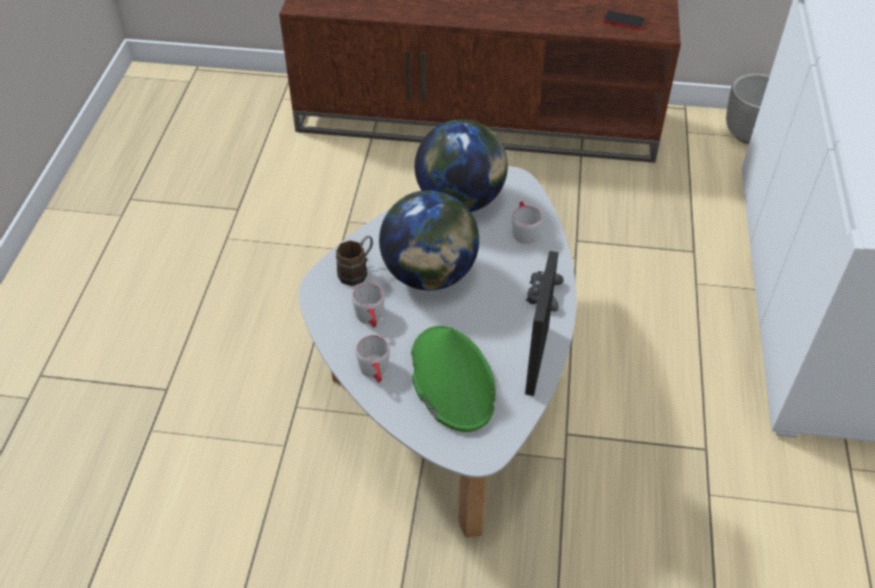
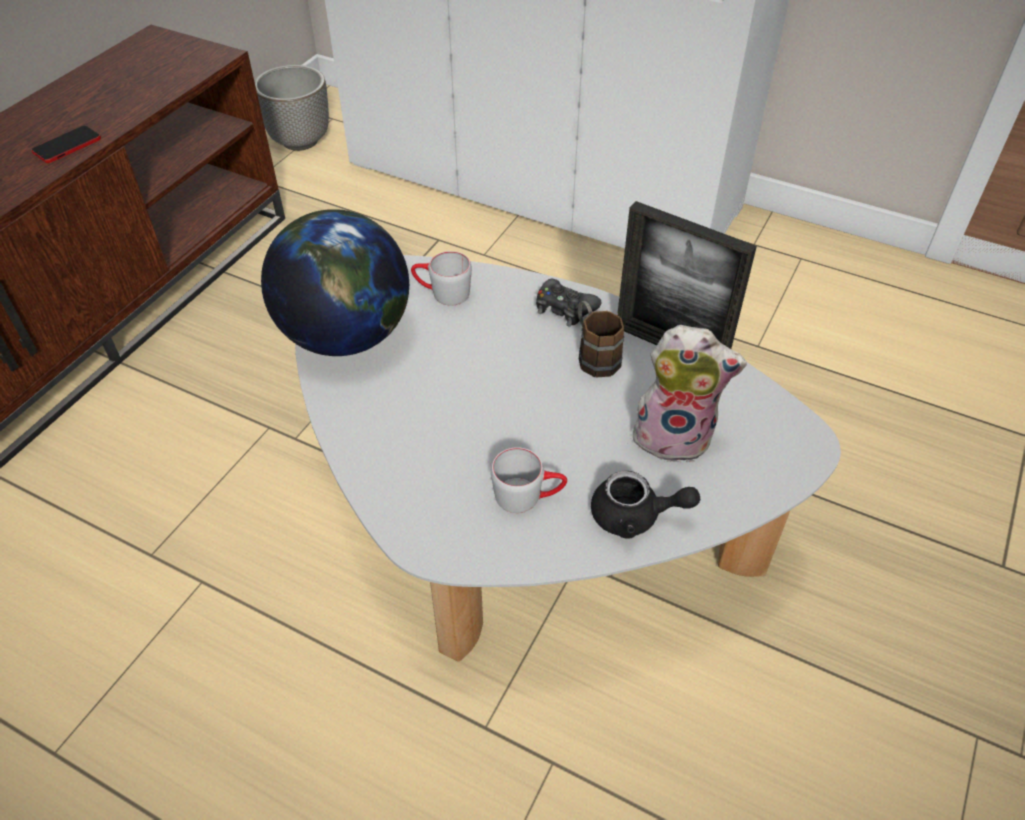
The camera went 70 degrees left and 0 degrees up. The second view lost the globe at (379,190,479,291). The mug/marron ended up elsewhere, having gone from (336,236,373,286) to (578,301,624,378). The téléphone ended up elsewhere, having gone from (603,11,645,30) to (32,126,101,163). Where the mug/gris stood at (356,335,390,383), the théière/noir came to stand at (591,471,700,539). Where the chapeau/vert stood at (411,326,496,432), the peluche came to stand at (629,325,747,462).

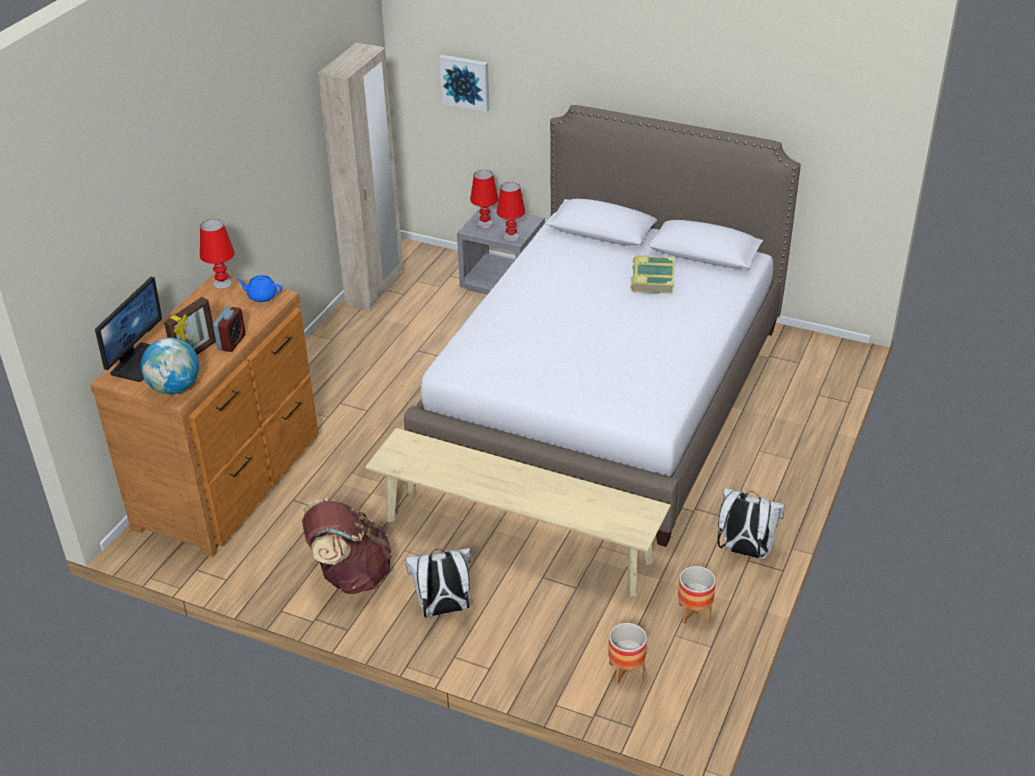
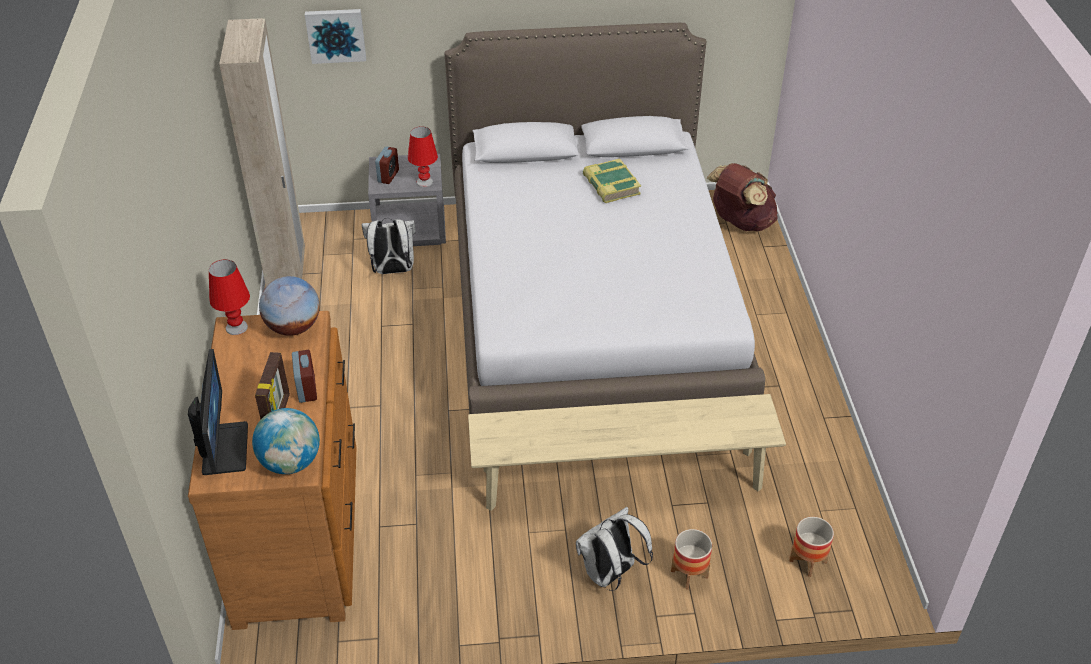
The camera went 30 degrees left and 5 degrees up. The sac à dos/marron ended up elsewhere, having gone from (302,498,393,594) to (707,163,778,231). The cache-pot ended up elsewhere, having gone from (678,566,716,624) to (671,529,712,590). The sac à dos/blanc ended up elsewhere, having gone from (717,488,785,559) to (362,218,416,274). Where the théière/bleu stood at (236,275,283,302), the globe came to stand at (259,276,320,336). Where the lampe de table/rouge stood at (470,170,499,228), the réveil came to stand at (375,146,399,184).

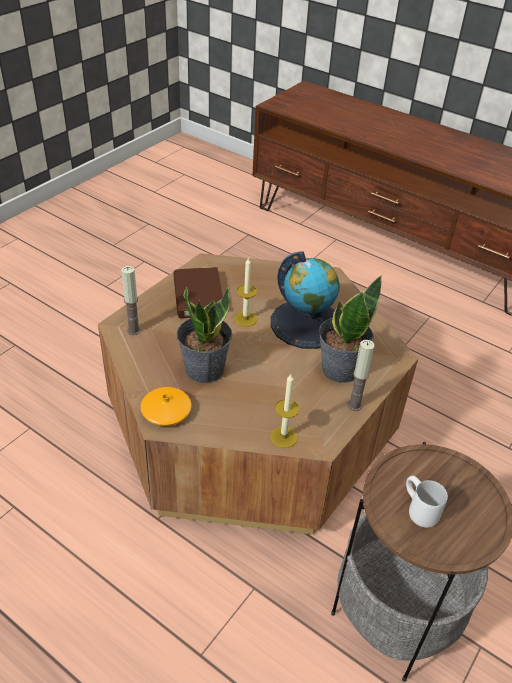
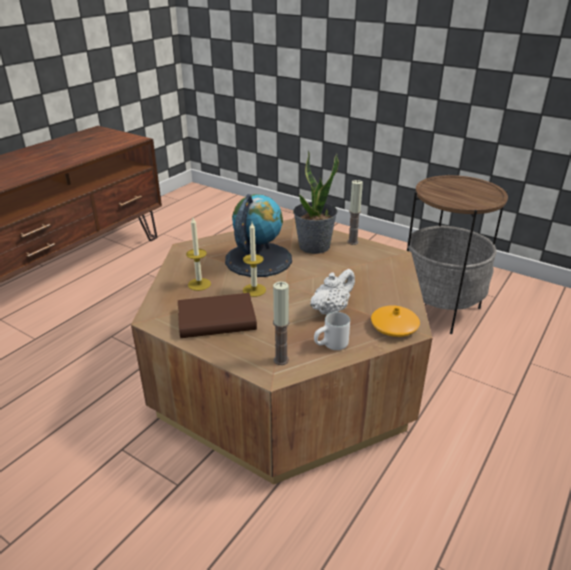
The camera went 90 degrees left and 10 degrees down. The bougie ended up elsewhere, having gone from (270,374,299,448) to (186,217,211,291). The mug/blanc ended up elsewhere, having gone from (406,476,448,528) to (314,312,350,350). Where the plante en pot stood at (177,287,232,383), the théière/blanc came to stand at (310,269,355,315).

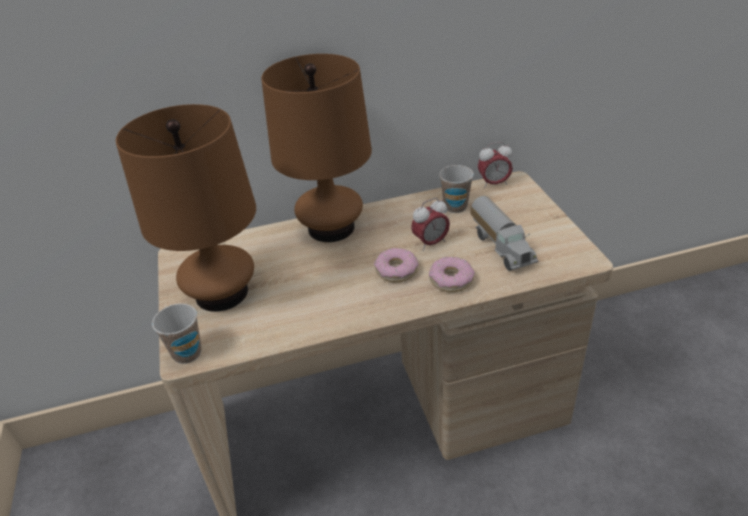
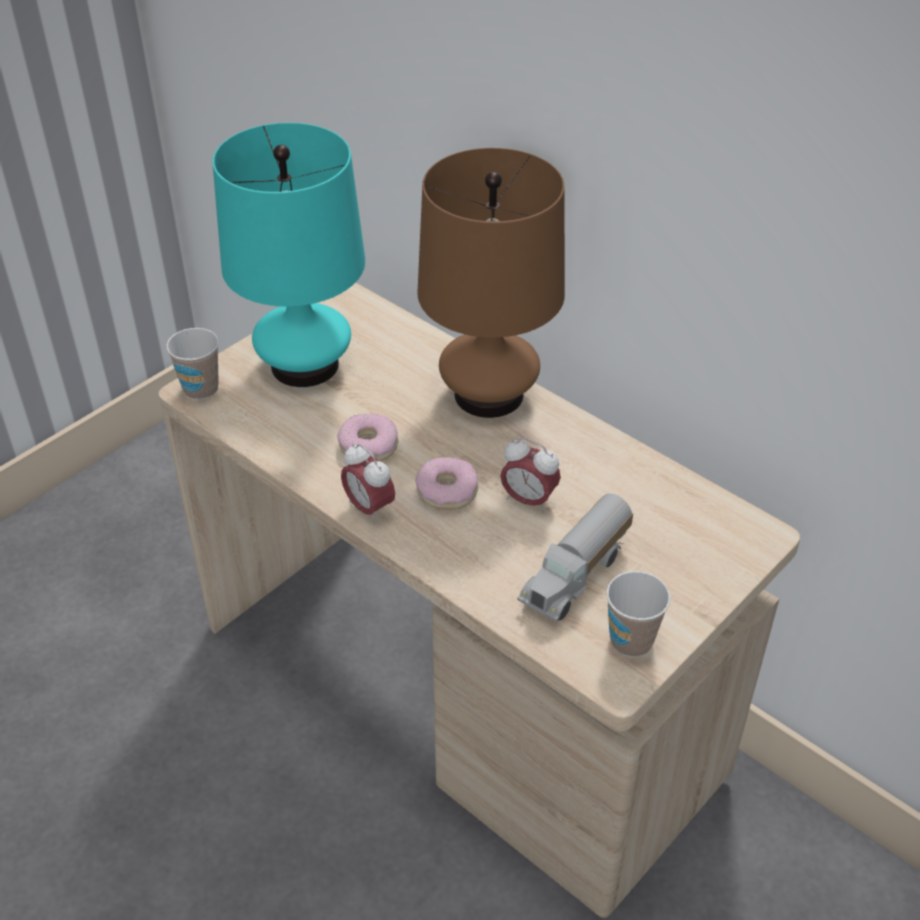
The camera went 55 degrees right and 5 degrees up. The beignet ended up elsewhere, having gone from (429,257,475,292) to (337,413,398,461). The tasse ended up elsewhere, having gone from (439,165,474,213) to (606,571,671,657). The réveil ended up elsewhere, having gone from (478,142,513,188) to (341,443,395,524). What was the lampe de table/marron at (116,104,256,312) turned into the lampe de table/turquoise at (212,123,365,387).

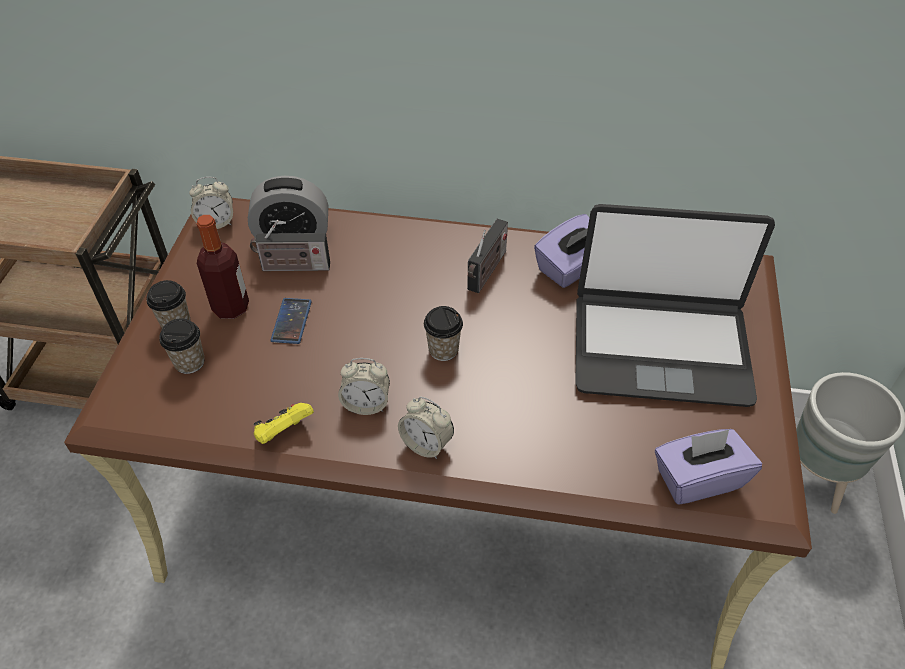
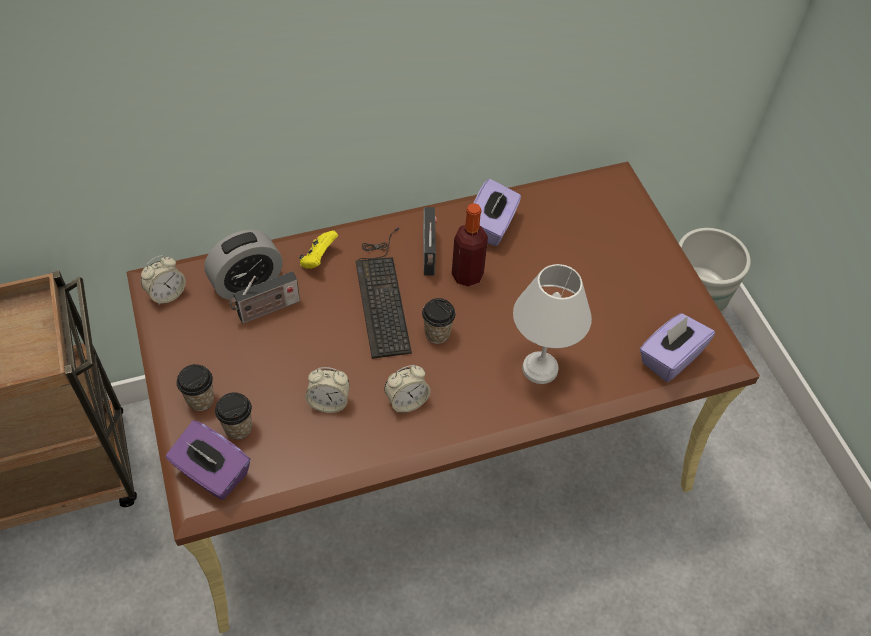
The camera went 30 degrees left and 5 degrees up. The second view lost the téléphone at (270,298,312,344). The second view lost the ordinateur portable at (575,204,775,407). The second view gained the boîte à mouchoirs/violet at (166,420,250,500). The second view gained the clavier at (356,228,412,359). The second view gained the lampe de table/blanc at (513,264,592,384). The bouteille ended up elsewhere, having gone from (196,215,249,319) to (452,203,488,287). The manette/jaune ended up elsewhere, having gone from (254,403,314,444) to (299,230,338,269). The réveil ended up elsewhere, having gone from (398,397,454,459) to (305,367,350,413).

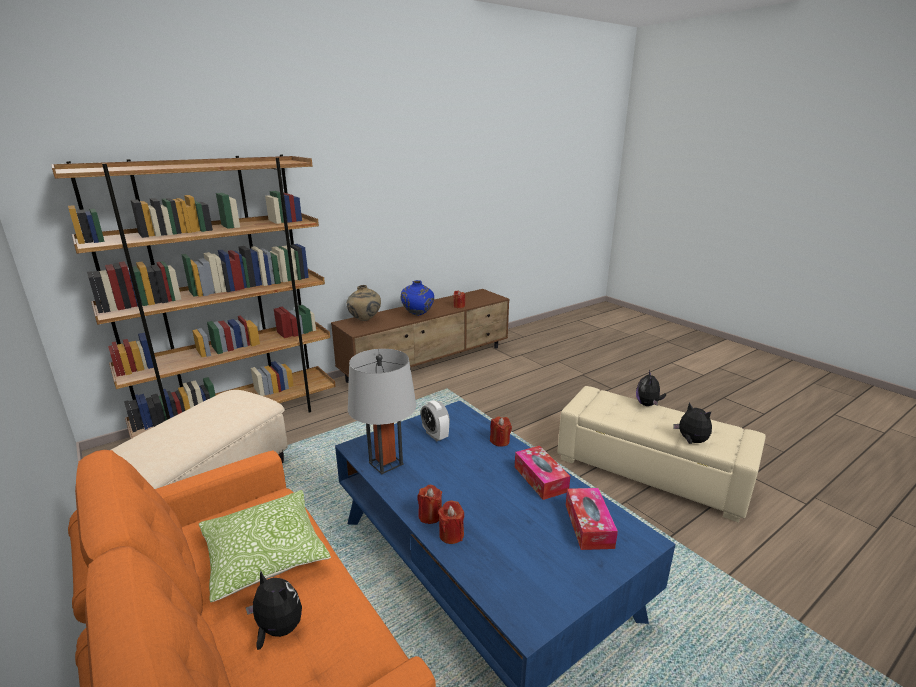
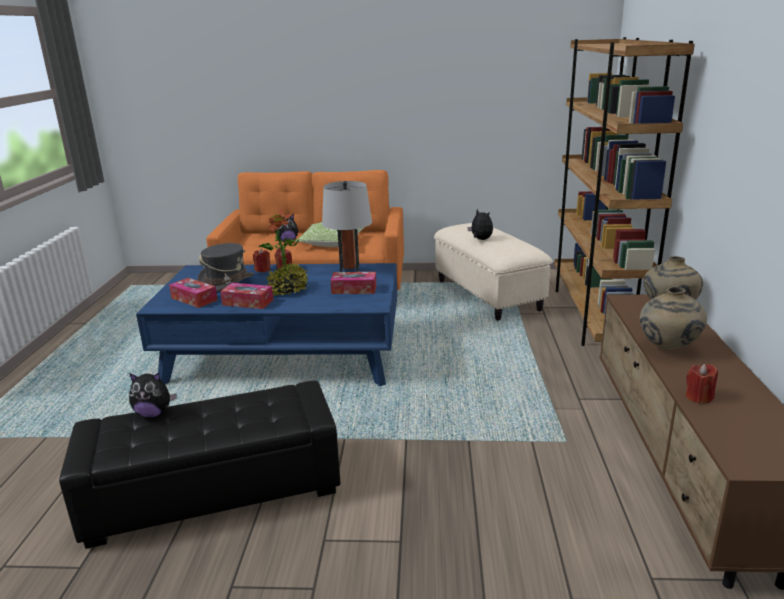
The camera went 130 degrees right and 0 degrees up. The second view lost the bougie/rouge at (490,416,512,447). The second view gained the chapeau/gris at (197,243,254,292). The second view gained the plante en pot at (259,209,309,296). The peluche ended up elsewhere, having gone from (636,370,666,406) to (468,209,493,240). Where the réveil stood at (421,400,450,441), the boîte à mouchoirs came to stand at (330,272,376,294). What was the vase/bleu at (401,280,434,316) turned into the vase/beige at (640,287,707,350). What was the pouf/beige at (557,386,766,523) turned into the pouf/noir at (59,381,340,549).

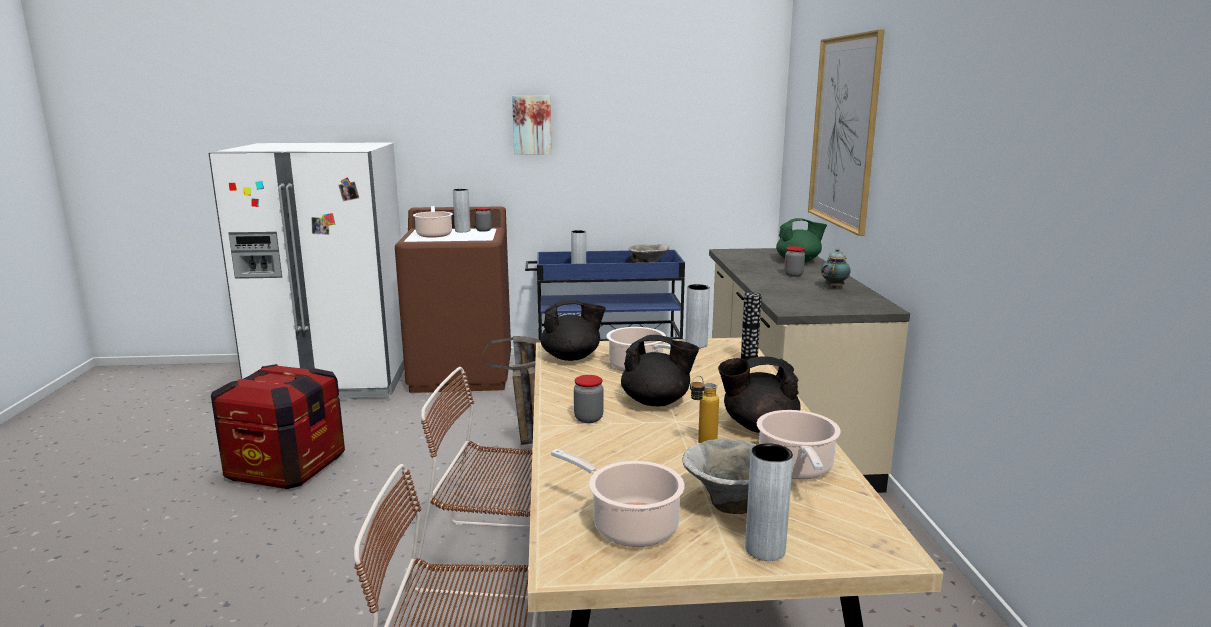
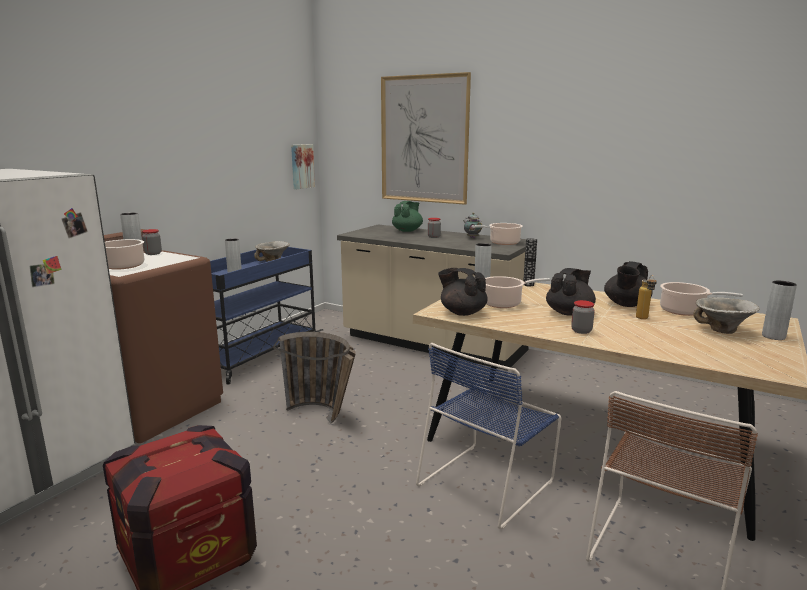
The camera went 55 degrees left and 0 degrees up. The tableau ended up elsewhere, having gone from (512,96,552,155) to (291,144,315,189). The marmite ended up elsewhere, having gone from (551,449,685,547) to (472,223,523,245). What was the chaise/marron at (412,367,532,600) turned into the chaise/bleu at (416,343,562,529). The théière/noir at (540,300,606,361) ended up facing another way, 75 degrees counterclockwise from before.

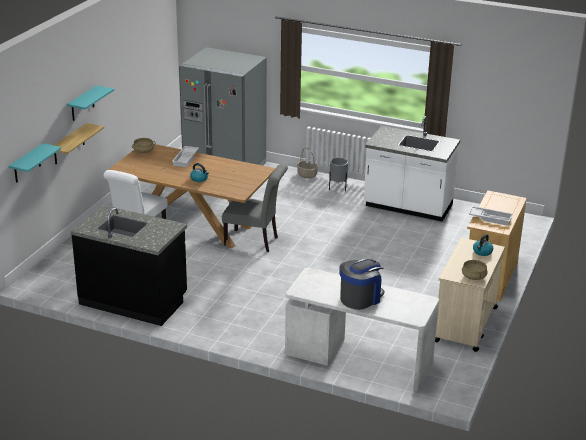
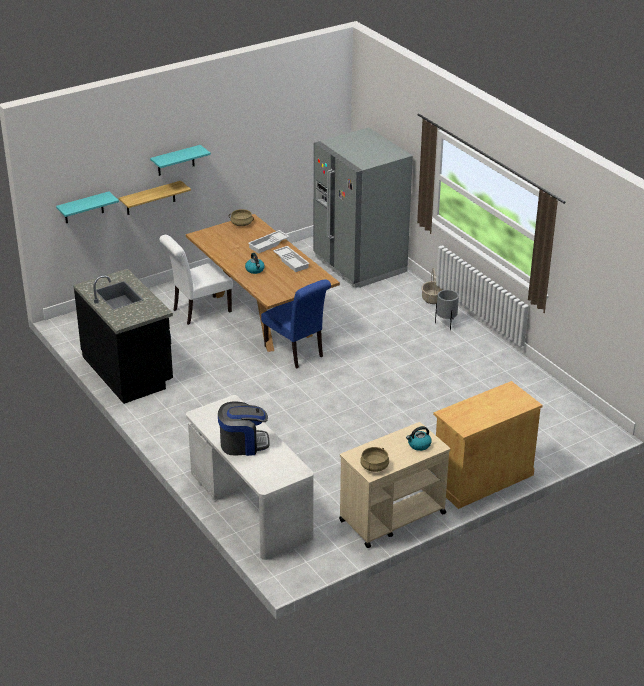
The camera went 35 degrees right and 5 degrees up. The second view lost the comptoir de cuisine/blanc at (364,116,460,222). The plateau/blanc ended up elsewhere, having gone from (468,206,513,226) to (273,246,310,272). What was the chaise/gris at (222,164,288,252) turned into the chaise/bleu at (261,279,331,368).

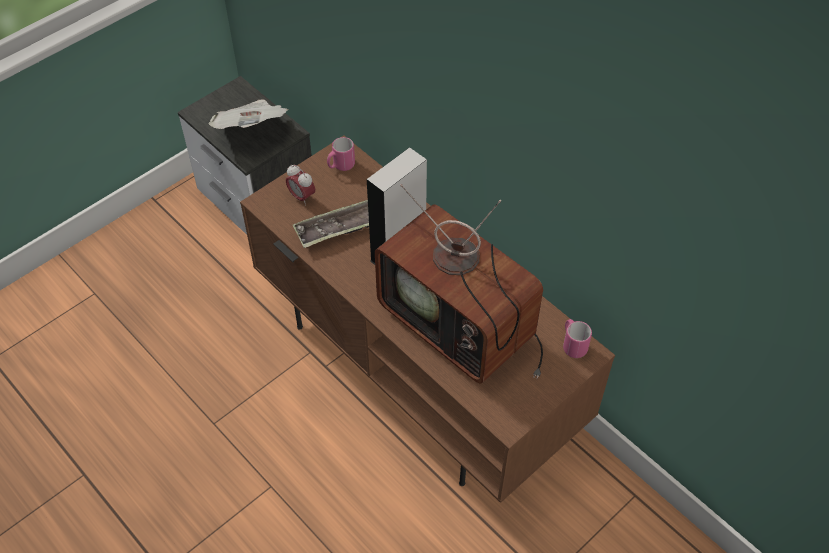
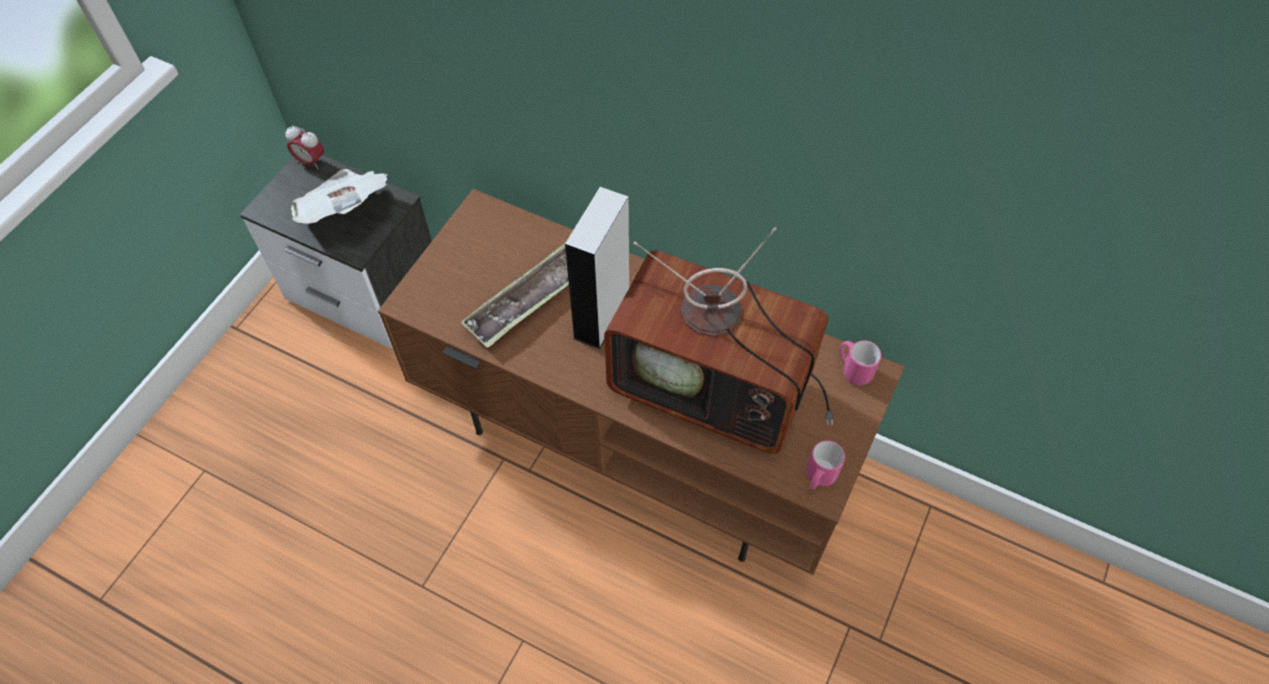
The camera went 20 degrees left and 5 degrees up. The réveil ended up elsewhere, having gone from (286,165,315,206) to (285,126,324,170). The mug/rose ended up elsewhere, having gone from (327,137,355,171) to (806,440,845,490).

